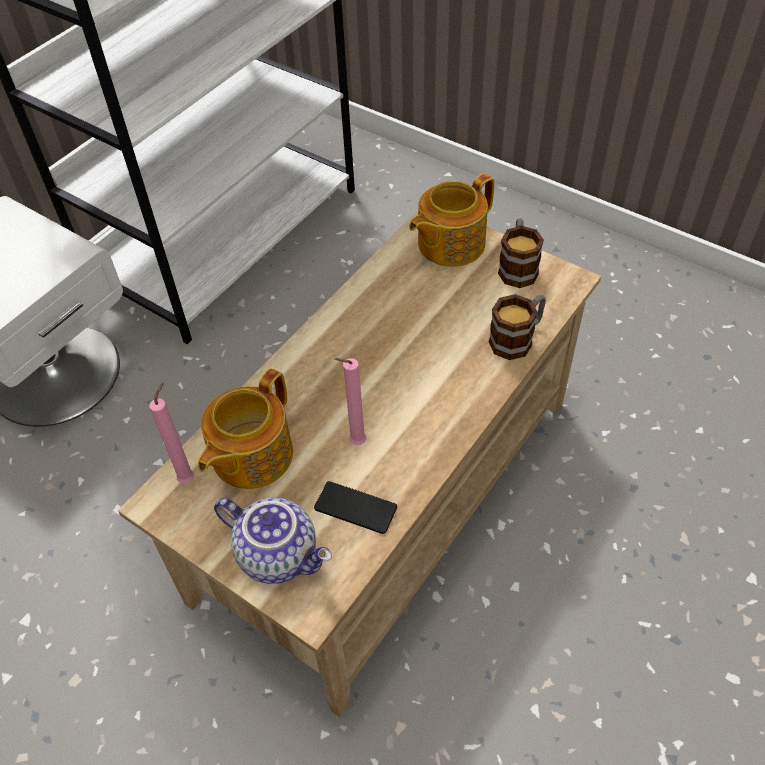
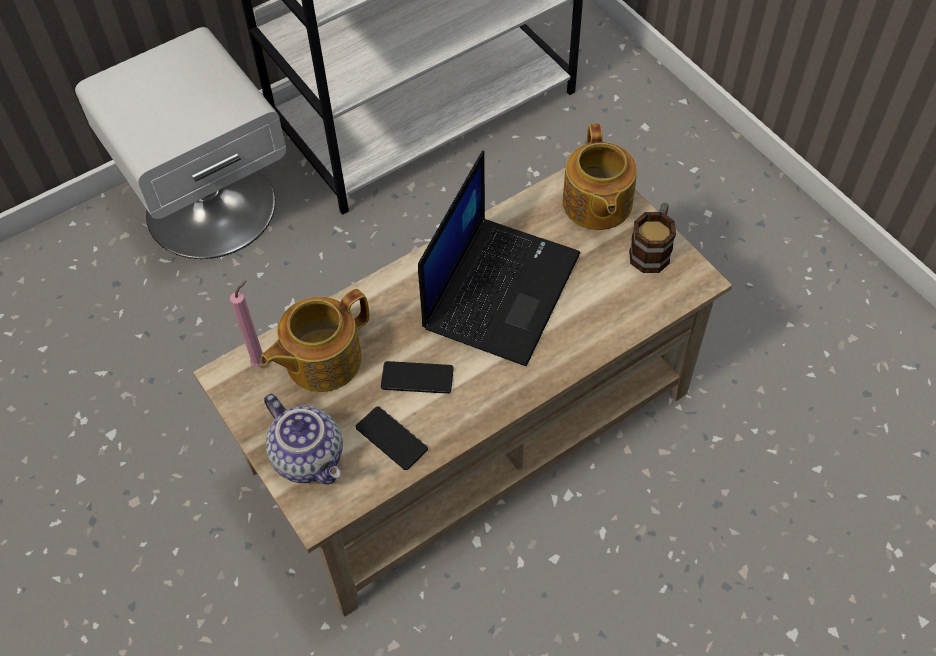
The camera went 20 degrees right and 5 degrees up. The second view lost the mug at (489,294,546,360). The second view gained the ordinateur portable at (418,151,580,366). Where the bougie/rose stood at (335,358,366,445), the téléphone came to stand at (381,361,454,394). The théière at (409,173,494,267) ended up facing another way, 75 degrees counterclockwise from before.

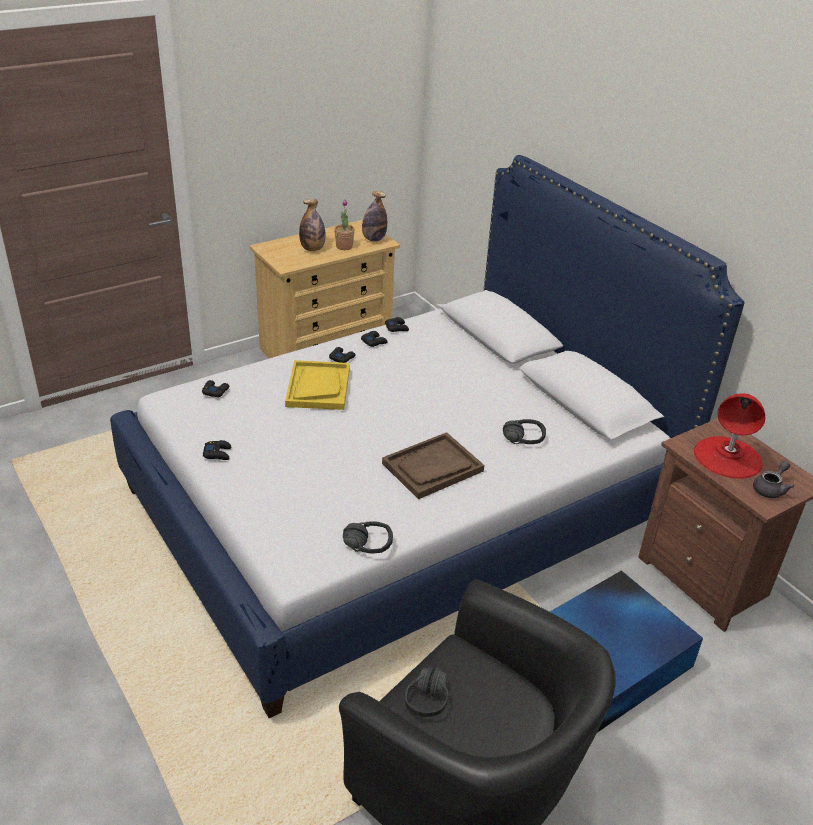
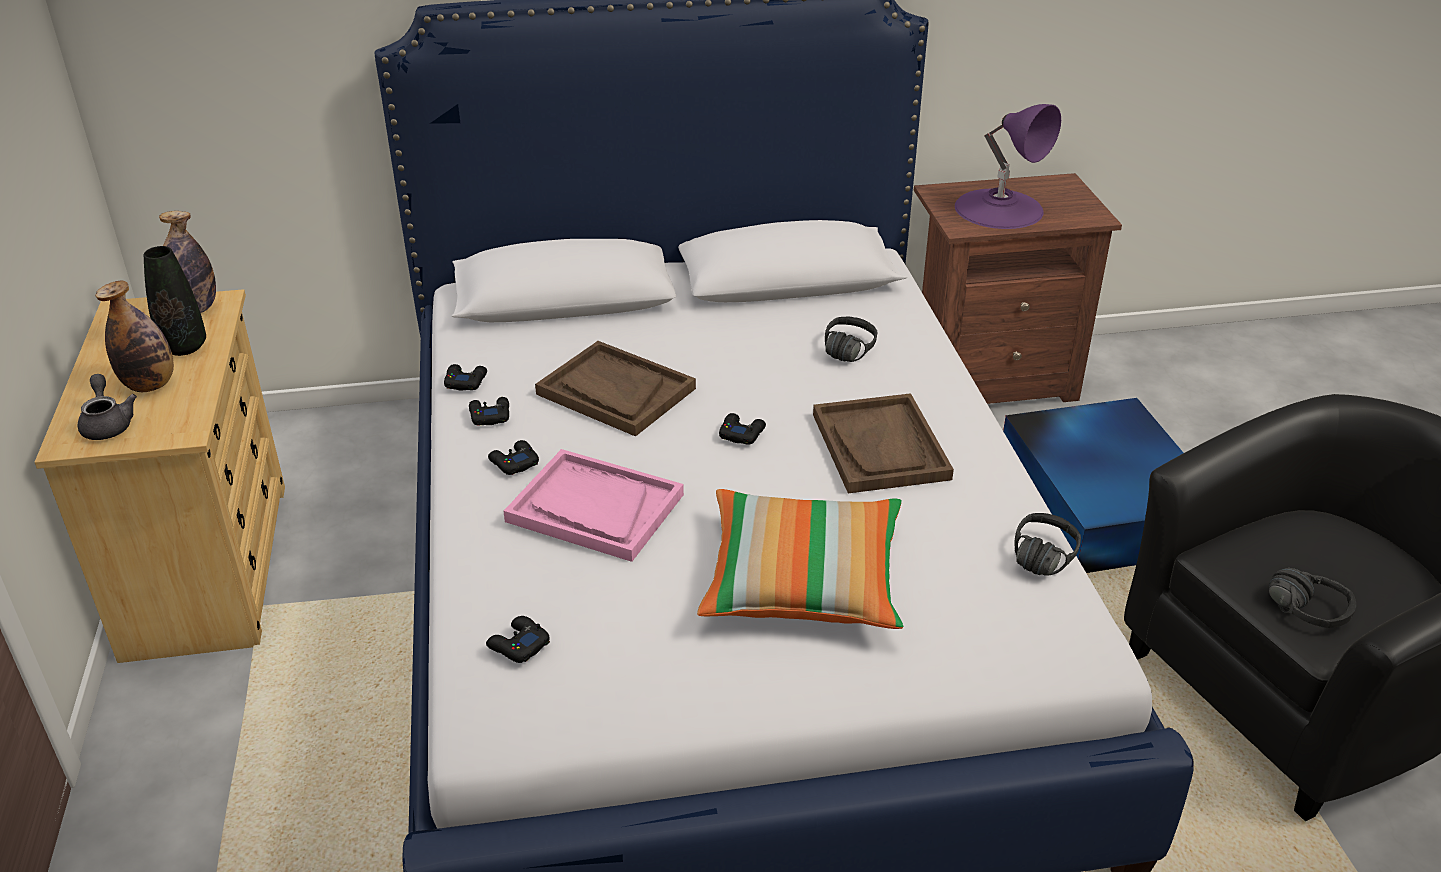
The camera went 65 degrees left and 0 degrees up. The second view gained the plateau/marron at (535,341,696,437). The second view gained the coussin at (697,489,903,629). The manette/noir ended up elsewhere, having gone from (203,440,231,460) to (719,413,766,445). The théière/gris ended up elsewhere, having gone from (753,460,794,498) to (78,374,137,440). Where the plante en pot stood at (334,200,355,250), the vase/noir came to stand at (144,246,206,356). What was the plateau/jaune at (285,360,350,410) turned into the plateau/rose at (503,449,684,562). What was the lampe de table/rouge at (694,393,765,479) turned into the lampe de table/violet at (955,104,1061,229).

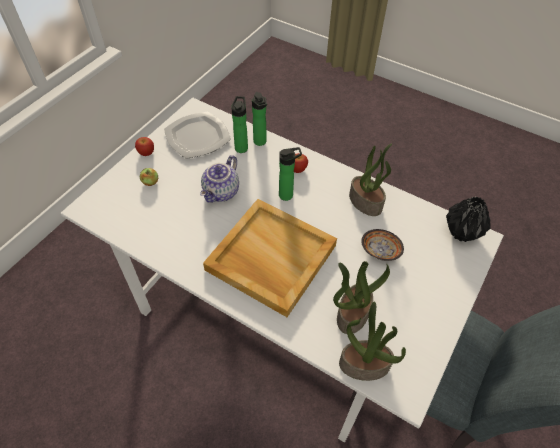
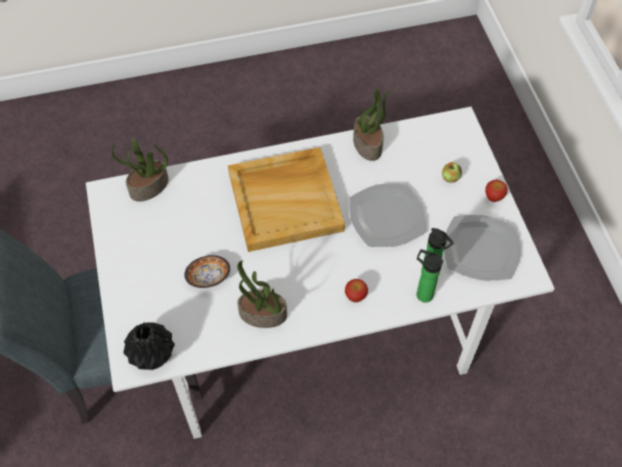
The camera went 135 degrees right and 5 degrees up. The second view lost the bouteille at (279,147,302,201). The plante en pot ended up elsewhere, having gone from (333,261,390,334) to (353,88,393,161). Where the théière stood at (200,155,239,203), the assiette came to stand at (349,183,427,247).

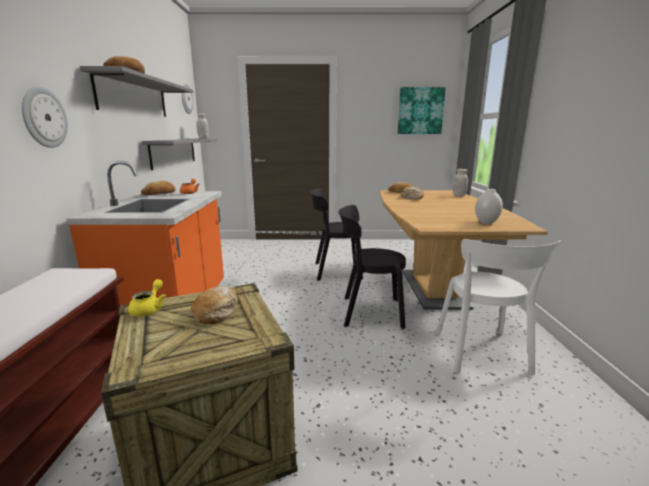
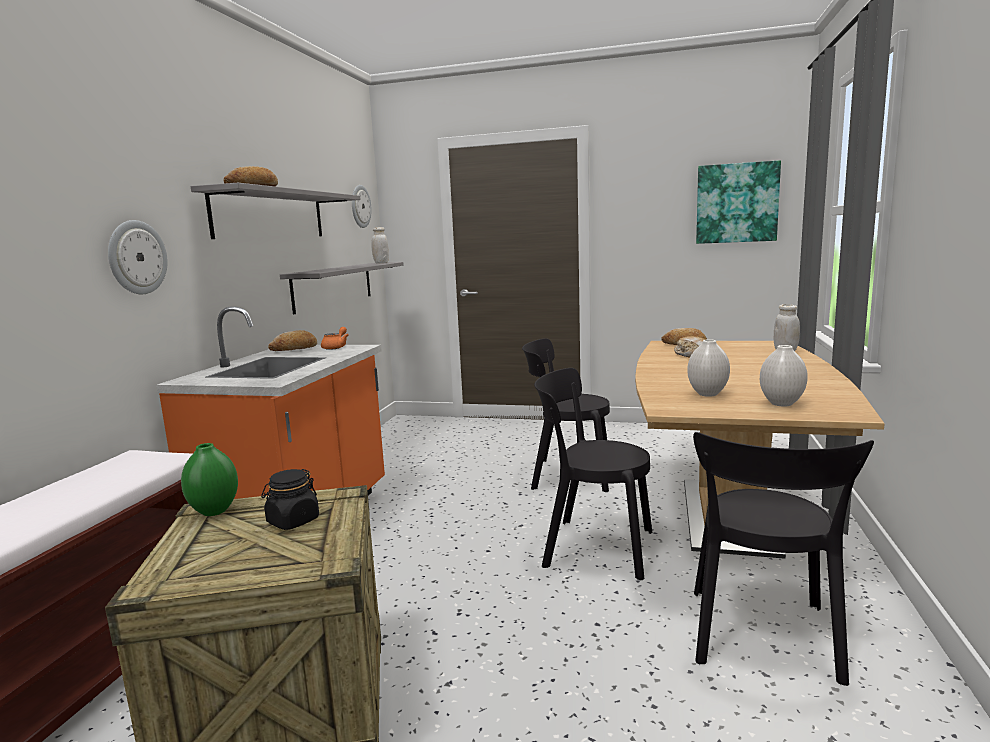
The camera went 15 degrees right and 5 degrees down. The second view gained the vase/blanc at (687,339,730,397). Where the théière/jaune stood at (128,279,166,316), the vase/vert came to stand at (181,443,238,516). Where the pain stood at (191,286,238,324), the bocal/noir came to stand at (261,469,319,530). What was the chaise/blanc at (436,239,561,375) turned into the chaise/noir at (693,432,874,686).

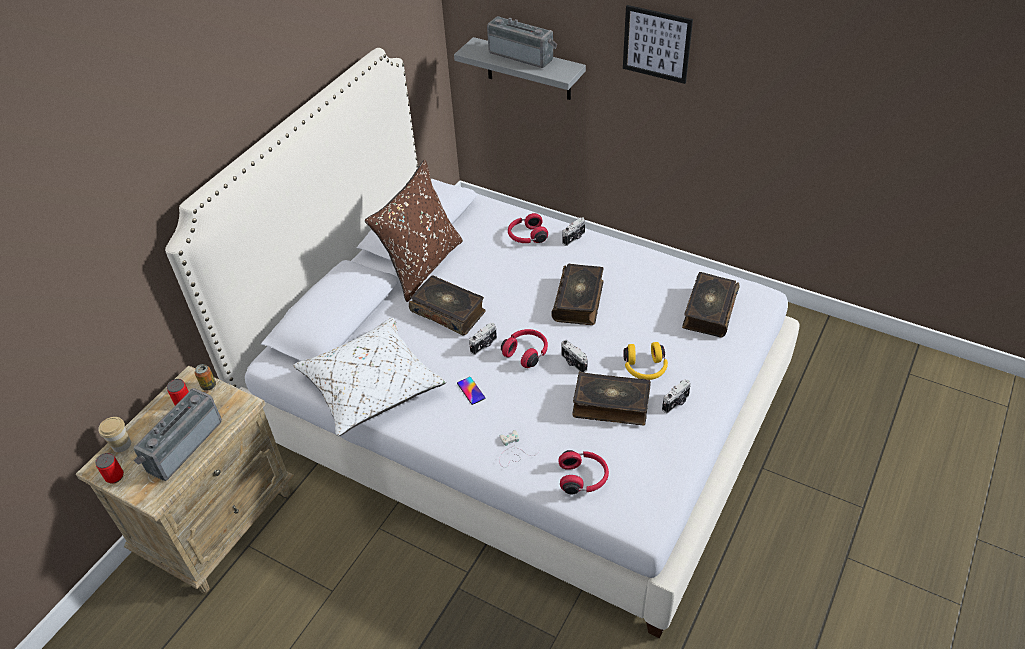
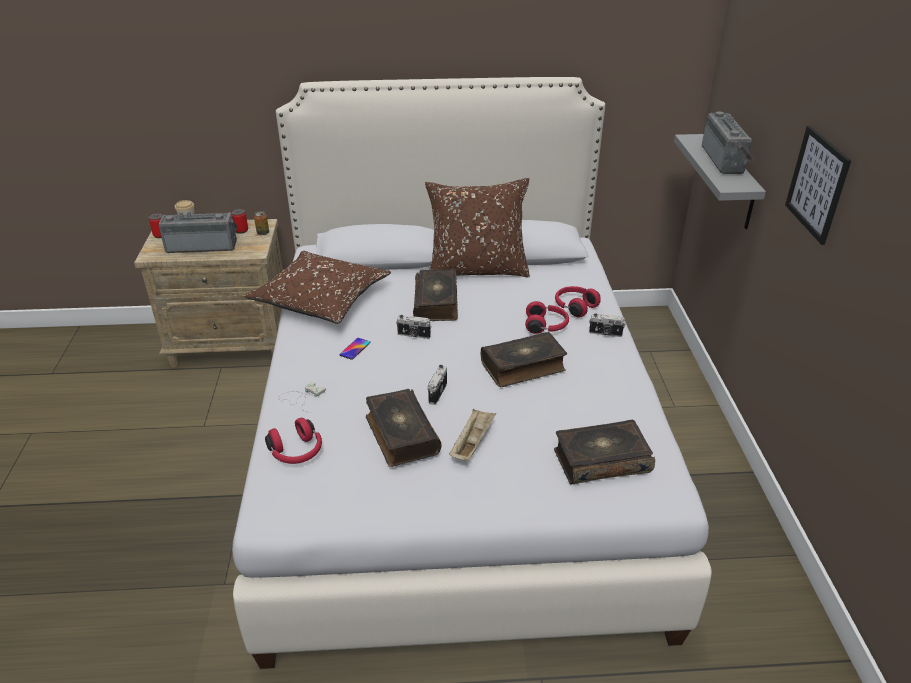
The camera went 55 degrees right and 10 degrees down. The second view lost the appareil photo at (662,379,691,413). The casque audio/rouge ended up elsewhere, having gone from (501,329,548,368) to (525,301,569,334). Where the casque audio/jaune stood at (623,342,668,380), the plateau/beige came to stand at (449,409,496,461). What was the coussin/blanc at (293,317,446,436) turned into the coussin/marron at (244,251,391,324).

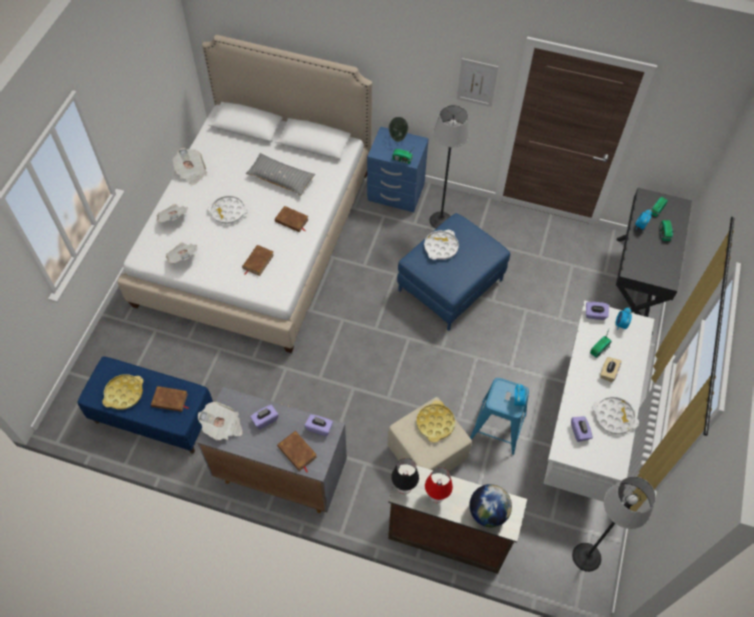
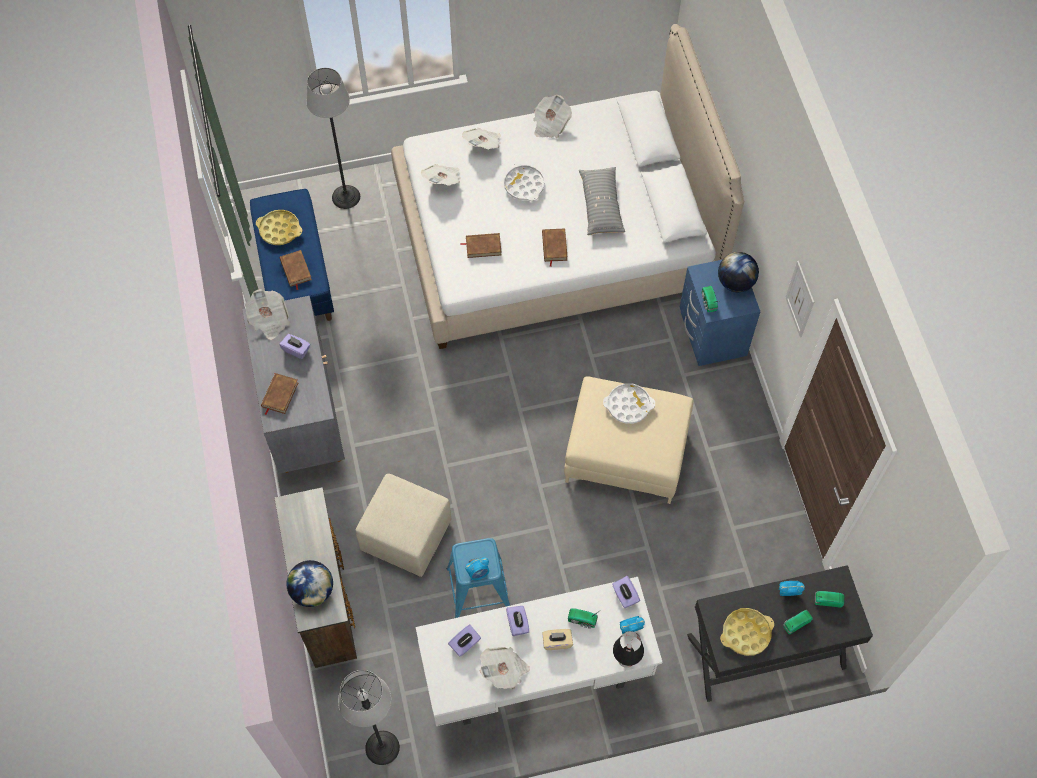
The camera went 60 degrees right and 5 degrees up. The second view lost the lampe de table/rouge at (425,467,453,503). The boîte à mouchoirs/violet ended up elsewhere, having gone from (305,414,333,436) to (506,606,529,636). The lampe de table/noir ended up elsewhere, having gone from (391,458,419,494) to (613,631,644,668). The plateau/jaune ended up elsewhere, having gone from (416,400,455,443) to (720,608,774,656). The lampadaire ended up elsewhere, having gone from (430,105,470,229) to (306,68,360,209). Where the vase stood at (388,117,408,142), the globe came to stand at (718,252,759,292). Where the plateau/blanc stood at (592,396,639,434), the journal came to stand at (479,647,530,689). What was the pouf/bleu at (397,213,510,331) turned into the pouf/beige at (564,376,694,504).

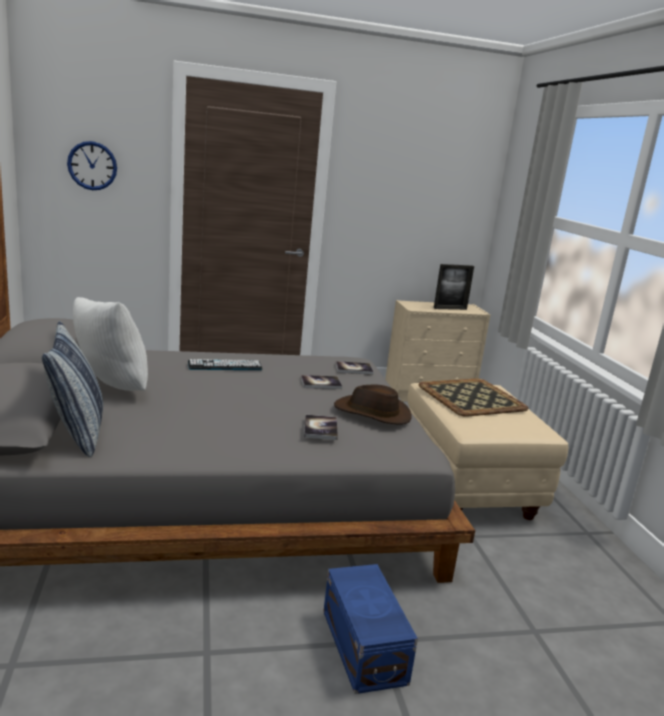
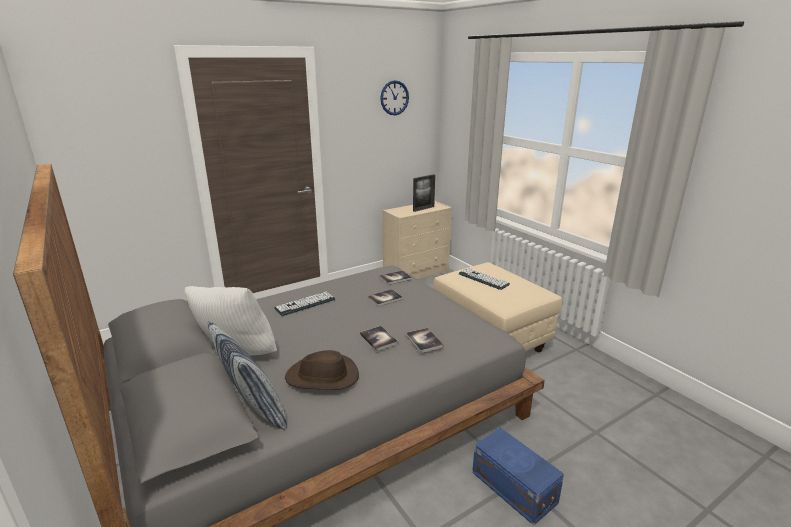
The camera went 20 degrees left and 5 degrees up. The second view gained the livre at (360,326,398,351). The horloge murale ended up elsewhere, having gone from (67,141,117,190) to (380,80,409,115). The chapeau/marron ended up elsewhere, having gone from (334,384,411,425) to (285,350,359,390). Where the plateau stood at (419,378,528,417), the clavier came to stand at (459,268,510,290).

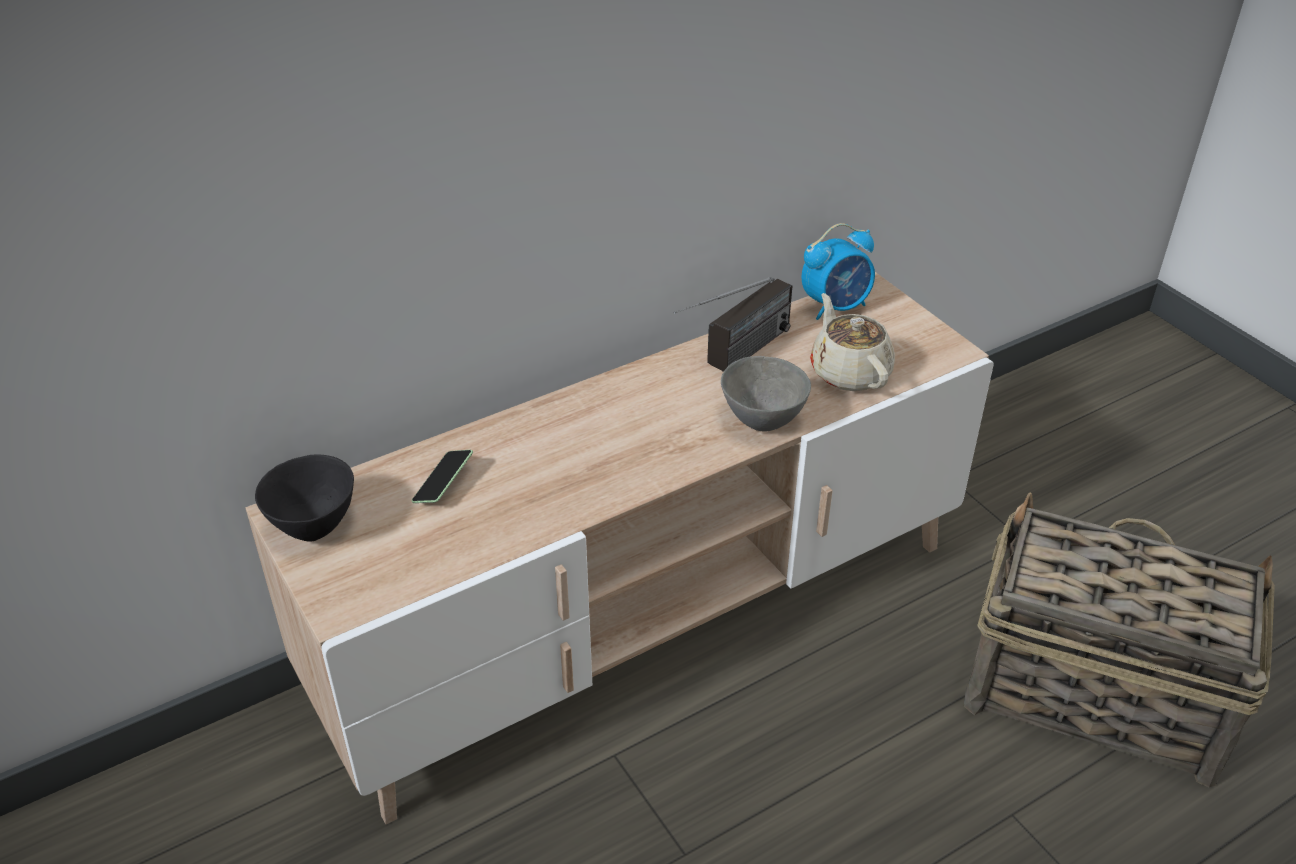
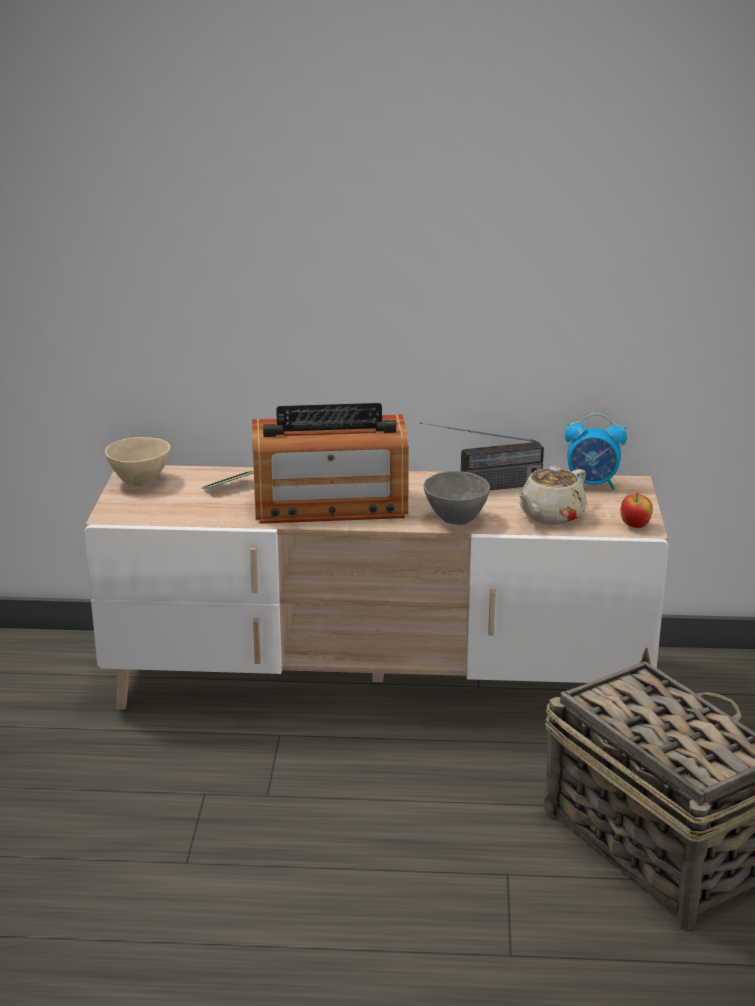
The camera went 35 degrees right and 15 degrees down. The second view gained the radio at (252,403,409,524). The second view gained the pomme at (620,493,653,528). What was the bol/noir at (255,454,354,542) turned into the bol/beige at (105,437,171,486). The théière/beige at (810,293,895,391) ended up facing another way, 150 degrees counterclockwise from before.

